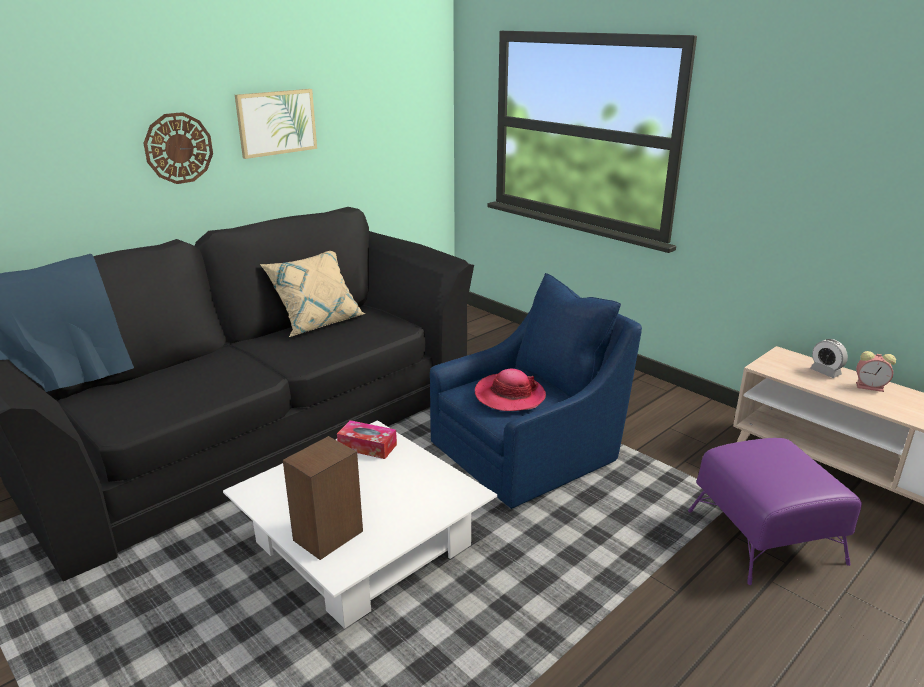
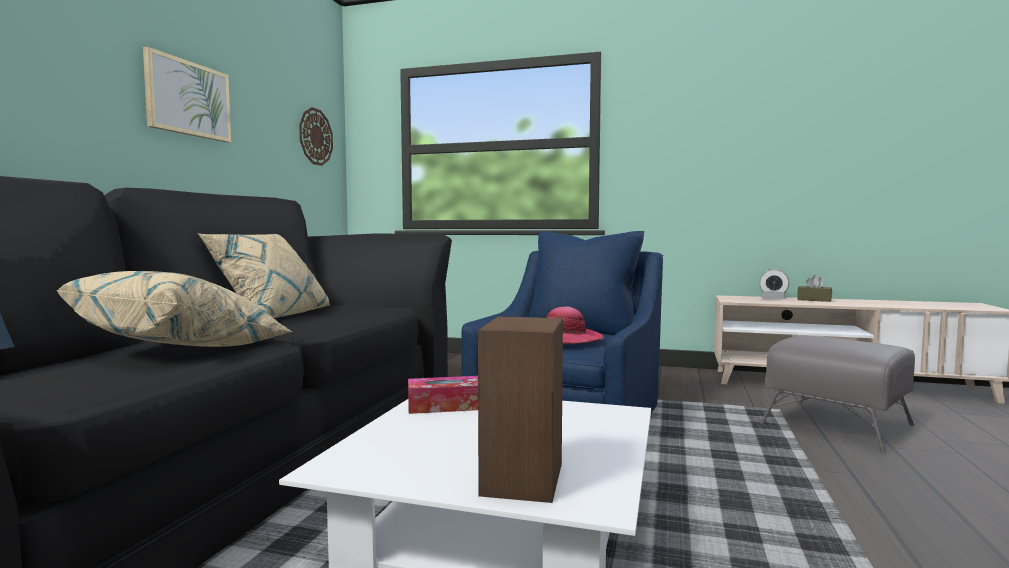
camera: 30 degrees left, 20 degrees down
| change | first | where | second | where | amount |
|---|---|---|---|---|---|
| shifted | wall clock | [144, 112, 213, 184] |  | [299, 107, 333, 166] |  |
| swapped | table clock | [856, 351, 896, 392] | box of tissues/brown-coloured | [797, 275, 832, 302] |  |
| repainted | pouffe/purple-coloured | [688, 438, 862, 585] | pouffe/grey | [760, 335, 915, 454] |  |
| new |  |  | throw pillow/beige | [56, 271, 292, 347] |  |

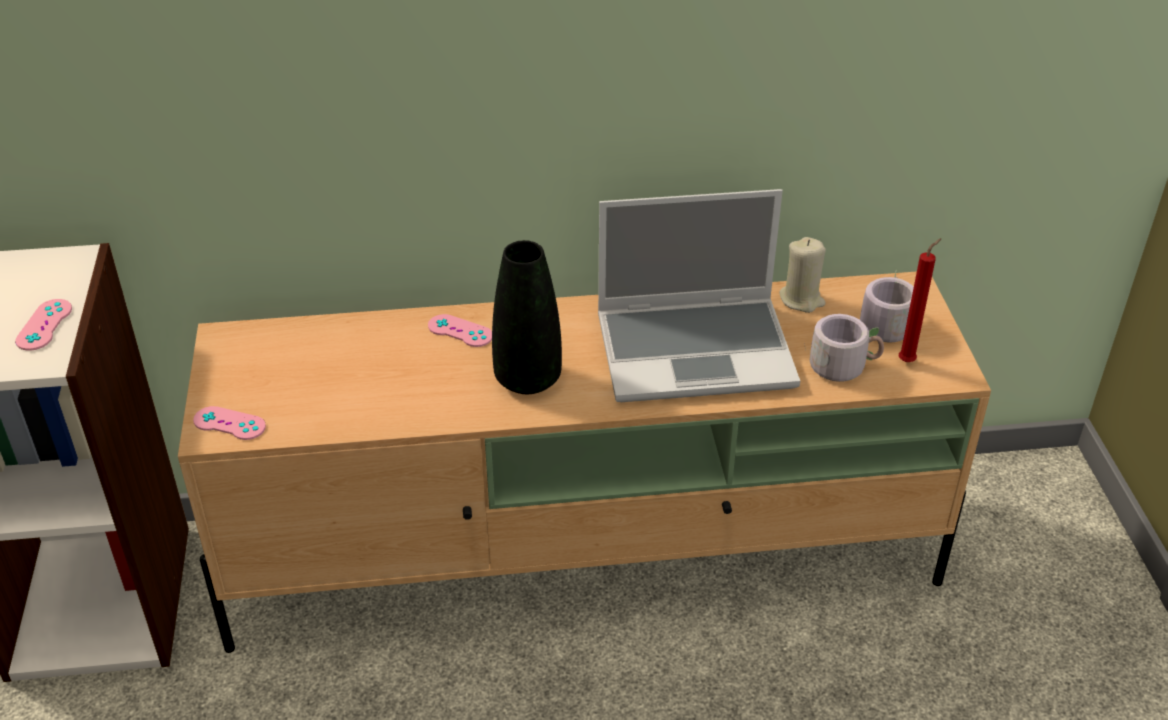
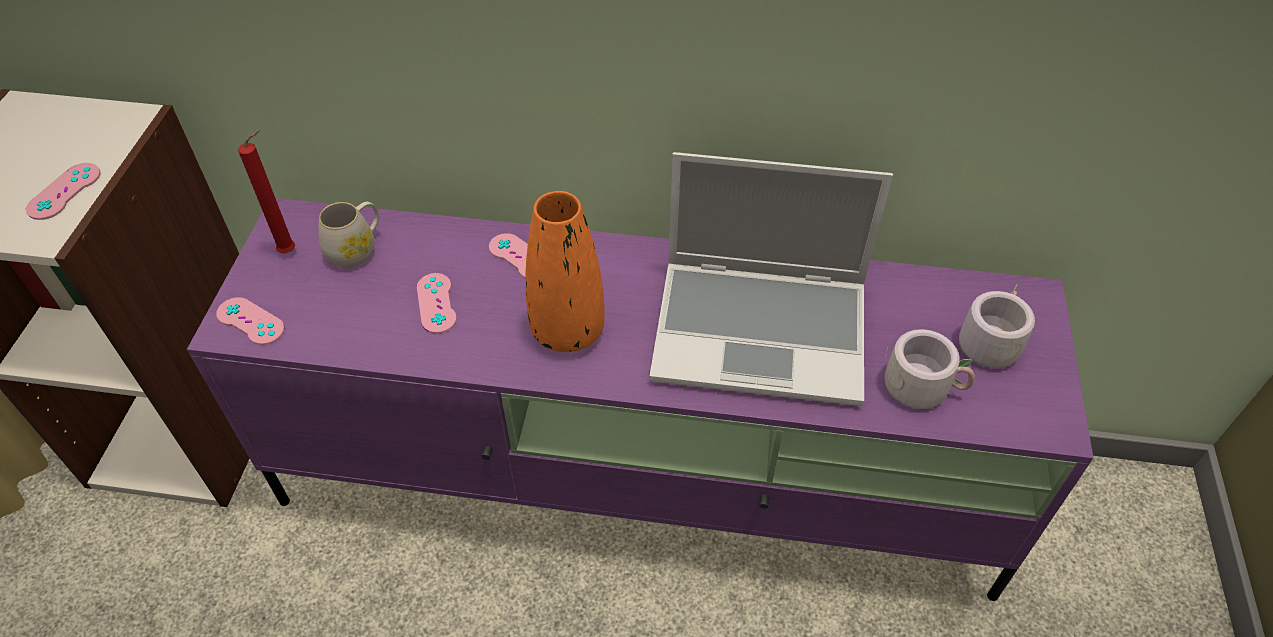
camera: 15 degrees right, 10 degrees up
| change | first | where | second | where | amount |
|---|---|---|---|---|---|
| gone | wax light/beige | [779, 237, 826, 313] |  |  |  |
| shifted | wax light/red-coloured | [899, 238, 941, 362] |  | [238, 130, 295, 253] |  |
| repainted | decorative vase/blackish | [492, 240, 562, 394] | decorative vase/orange | [525, 191, 605, 352] |  |
| repainted | tv unit/beige | [178, 272, 991, 653] | tv unit/purple-coloured | [187, 198, 1093, 601] |  |
| new |  |  | tea mug/whitish | [318, 202, 379, 268] |  |
| new |  |  | joypad/pinkish | [417, 273, 457, 334] |  |

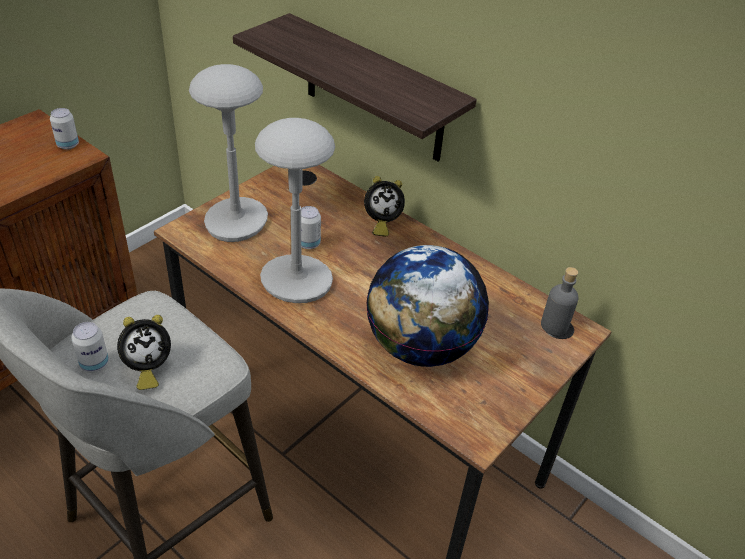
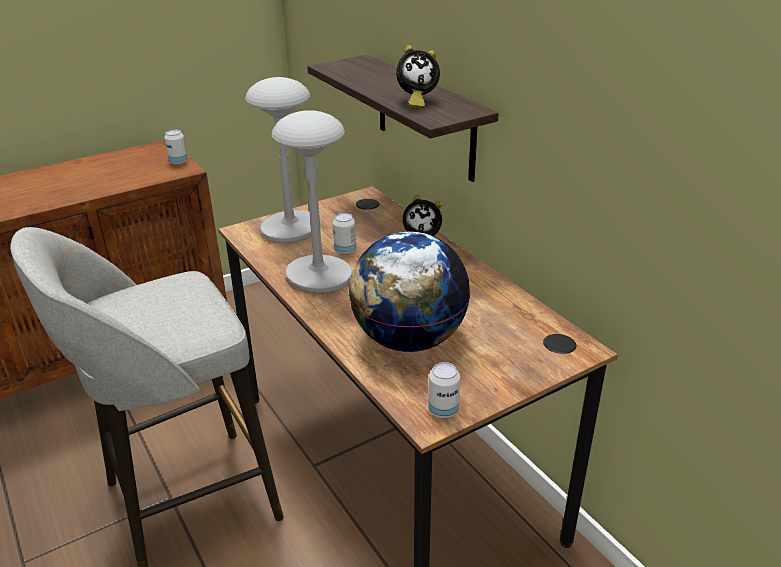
camera: 20 degrees right, 10 degrees down
| change | first | where | second | where | amount |
|---|---|---|---|---|---|
| gone | beverage bottle/grey | [541, 267, 579, 336] |  |  |  |
| shifted | table clock | [117, 315, 171, 390] |  | [396, 45, 440, 109] |  |
| shifted | metal can | [71, 322, 109, 372] |  | [428, 362, 460, 418] |  |

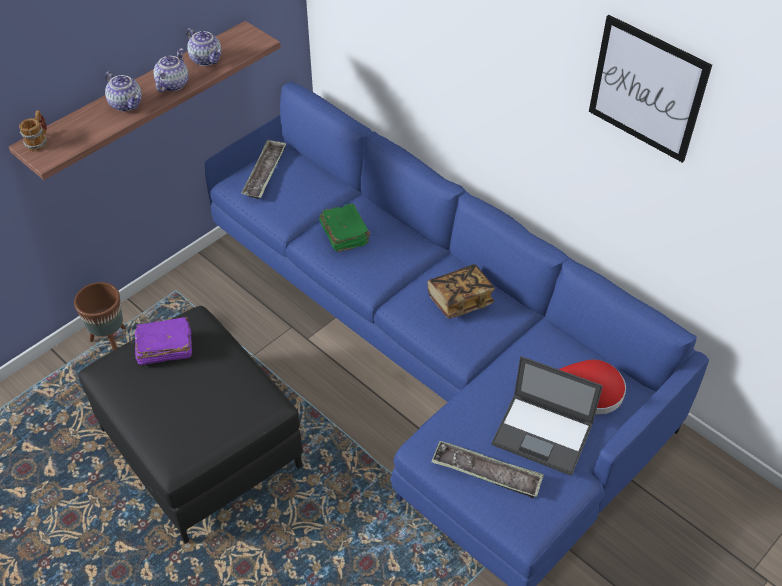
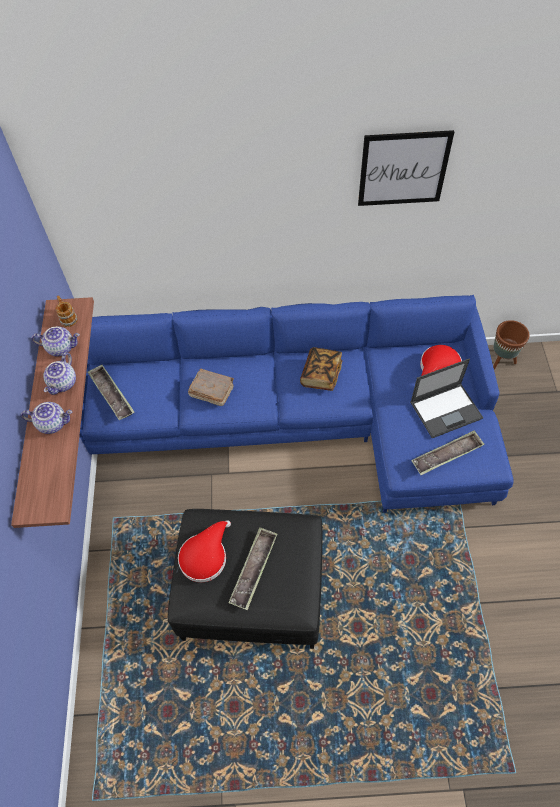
camera: 45 degrees left, 10 degrees up
| change | first | where | second | where | amount |
|---|---|---|---|---|---|
| rotated | tea pot | [153, 48, 189, 92] |  | [43, 353, 76, 395] | 135 degrees counterclockwise |
| shifted | tea mug | [19, 110, 47, 151] |  | [56, 295, 78, 327] |  |
| repainted | volume/green-coloured | [319, 203, 371, 252] | volume/brown-coloured | [188, 369, 234, 406] |  |
| shifted | flower pot/brown-coloured | [74, 282, 126, 351] |  | [493, 320, 529, 370] |  |
| swapped | volume/purple-coloured | [135, 317, 192, 365] | wearable hat/red-coloured | [178, 520, 231, 582] |  |
| new |  |  | carrying tray | [229, 527, 277, 610] |  |

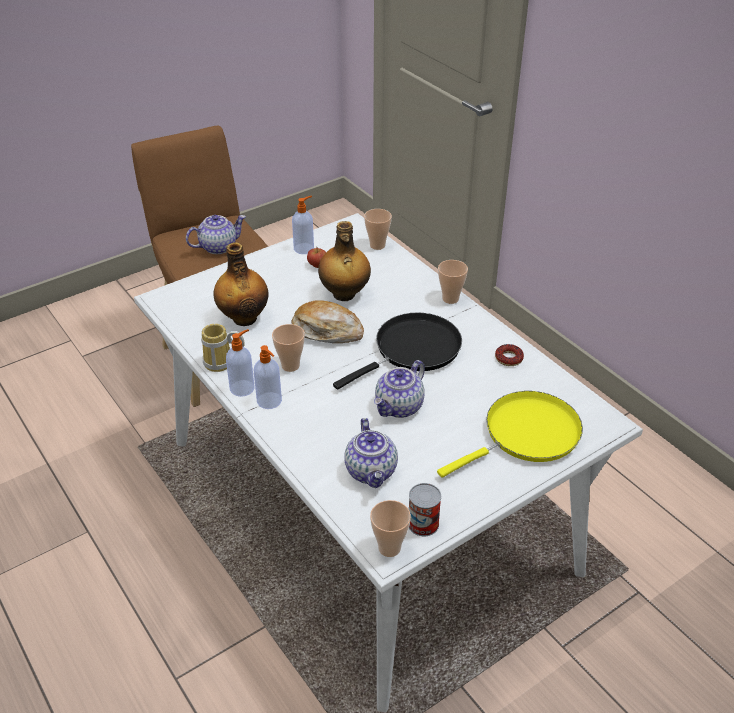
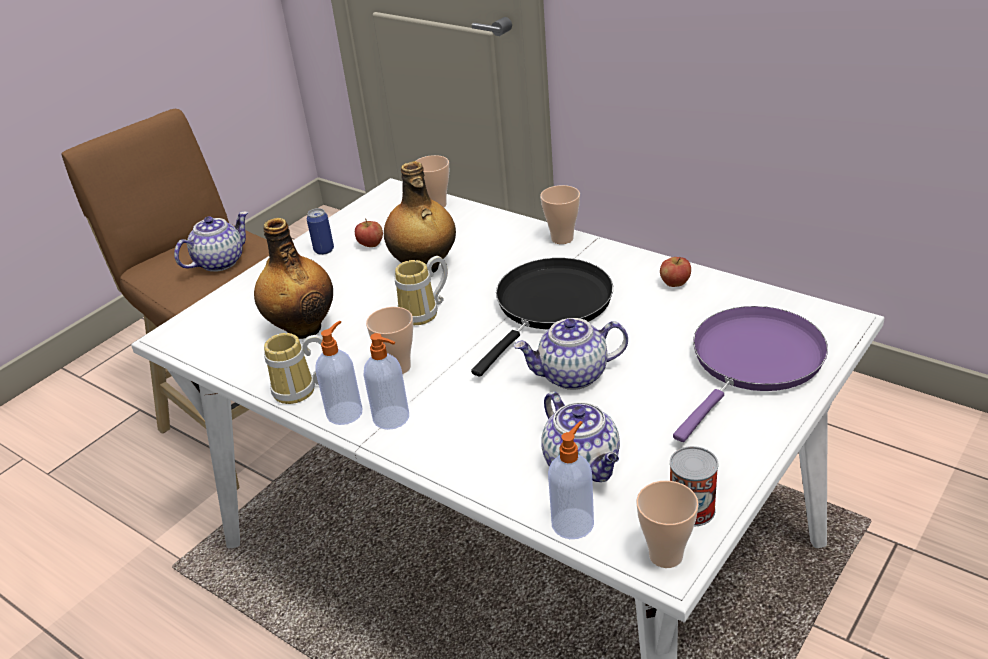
camera: 15 degrees left, 5 degrees down
| change | first | where | second | where | amount |
|---|---|---|---|---|---|
| shifted | liquid soap bottle | [292, 196, 314, 254] |  | [548, 421, 594, 539] |  |
| swapped | bakery bread | [292, 300, 364, 343] | tea mug | [395, 256, 448, 325] |  |
| swapped | doughnut | [495, 344, 524, 366] | whole apple | [660, 257, 691, 287] |  |
| rotated | tea pot | [374, 360, 425, 418] |  | [514, 318, 628, 390] | 60 degrees clockwise |
| repainted | frying pan/yellow | [437, 391, 583, 478] | frying pan/purple-coloured | [673, 306, 828, 442] |  |
| new |  |  | metal can | [307, 208, 334, 255] |  |

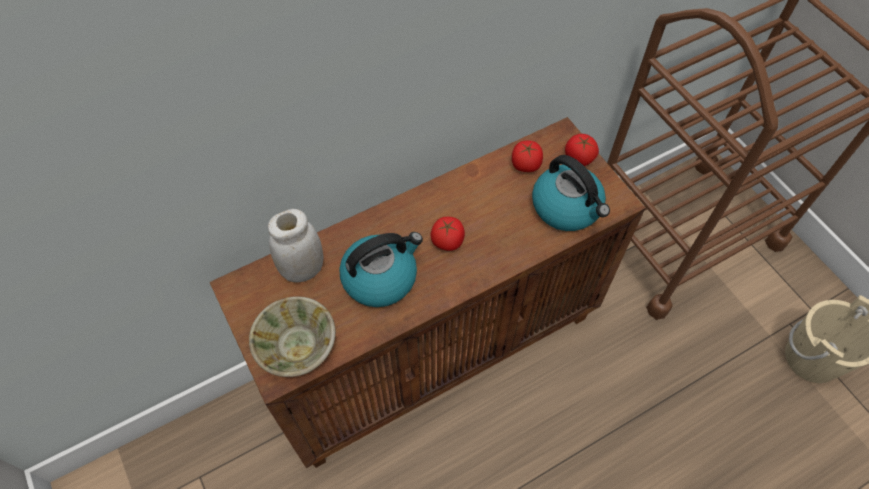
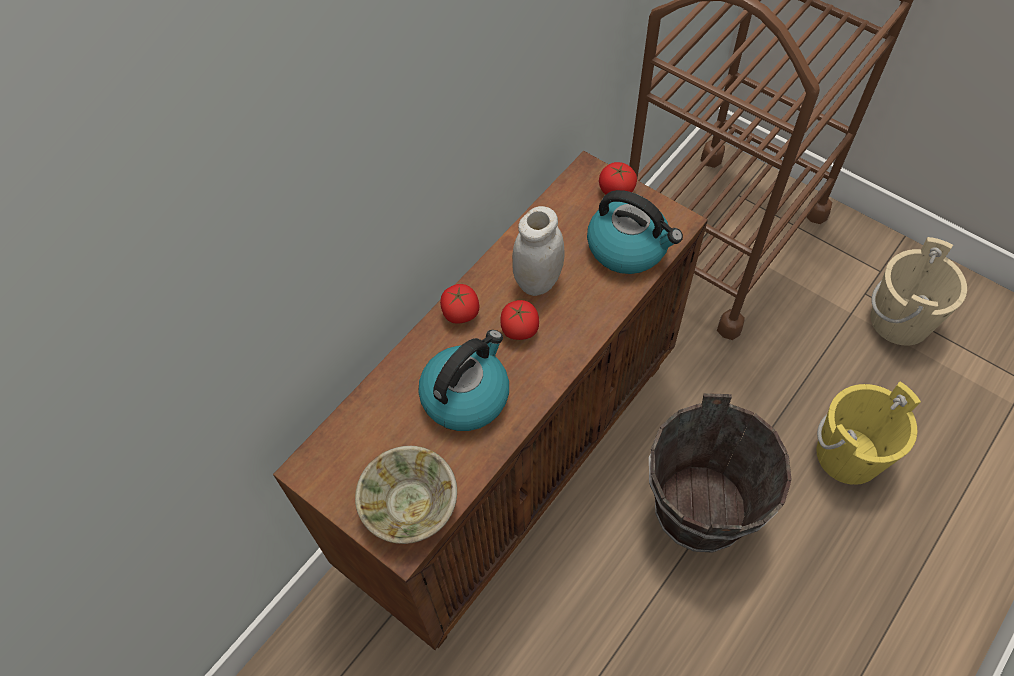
camera: 20 degrees left, 0 degrees up
| change | first | where | second | where | amount |
|---|---|---|---|---|---|
| shifted | tomato | [512, 140, 543, 172] |  | [440, 284, 479, 324] |  |
| shifted | preserve jar/whitish | [268, 209, 324, 283] |  | [512, 206, 565, 296] |  |
| new |  |  | bucket/yellow | [817, 381, 921, 485] |  |
| new |  |  | bucket/brown-coloured | [649, 393, 792, 553] |  |

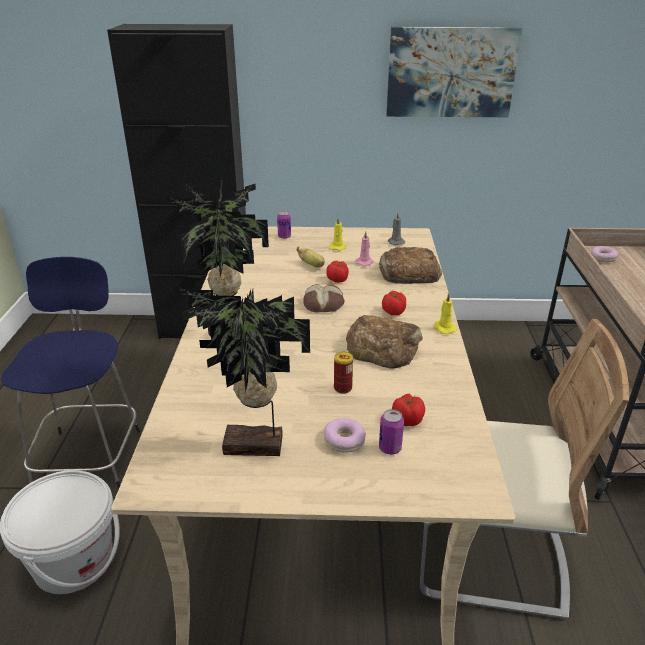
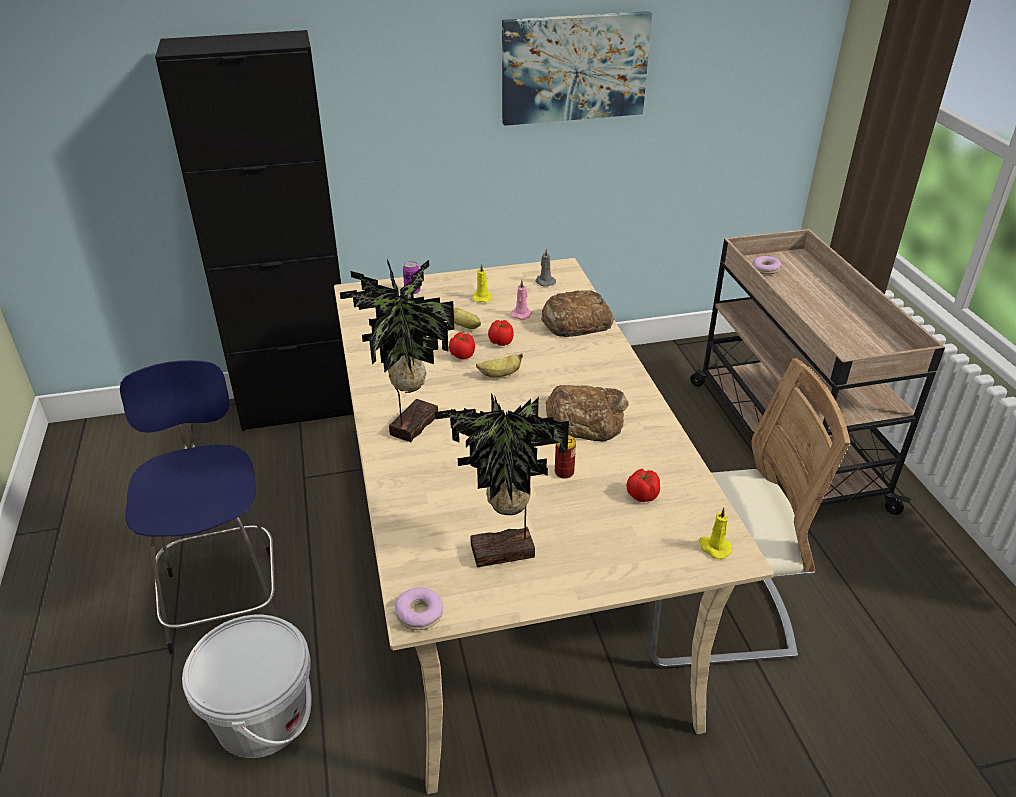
camera: 15 degrees left, 5 degrees up
| change | first | where | second | where | amount |
|---|---|---|---|---|---|
| swapped | bakery bread | [303, 284, 345, 313] | whole banana | [476, 353, 523, 378] |  |
| shifted | tomato | [382, 291, 406, 315] |  | [449, 333, 475, 359] |  |
| shifted | wax light/yellow | [433, 293, 457, 334] |  | [699, 508, 732, 559] |  |
| gone | metal can | [379, 409, 404, 455] |  |  |  |
| shifted | doughnut | [324, 418, 366, 453] |  | [395, 587, 443, 630] |  |

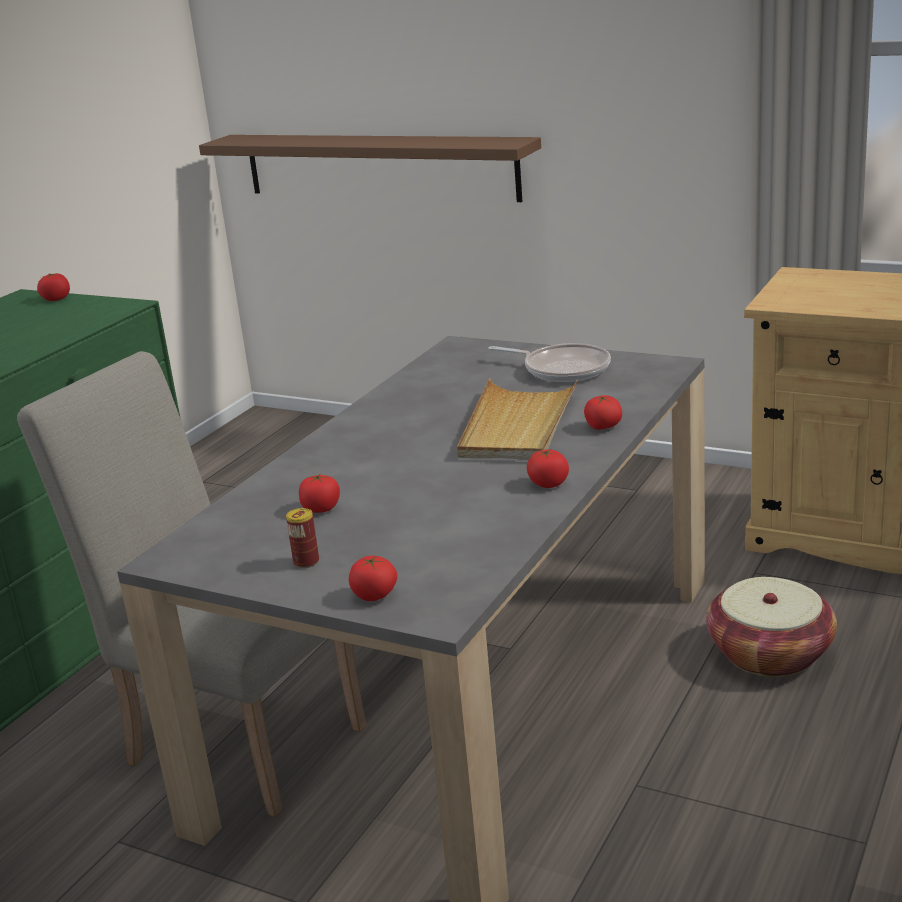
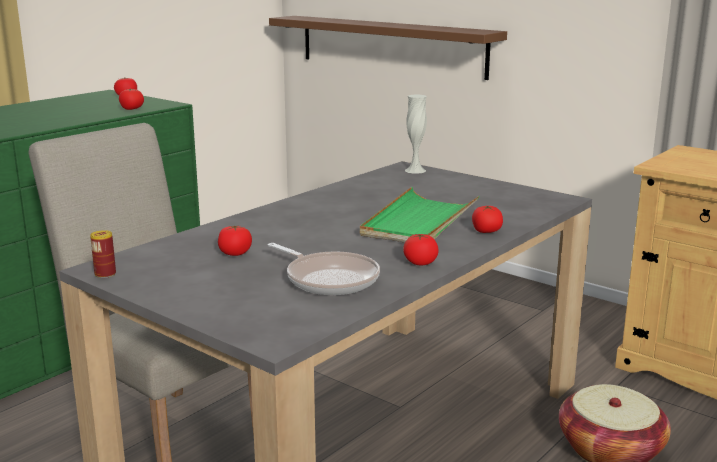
camera: 10 degrees right, 5 degrees down
| change | first | where | second | where | amount |
|---|---|---|---|---|---|
| shifted | frying pan | [489, 343, 611, 382] |  | [268, 243, 380, 295] |  |
| repainted | carrying tray/beige | [457, 378, 578, 460] | carrying tray/green-coloured | [360, 187, 479, 243] |  |
| shifted | metal can | [286, 508, 319, 568] |  | [90, 230, 116, 278] |  |
| shifted | tomato | [349, 555, 397, 601] |  | [119, 88, 144, 110] |  |
| new |  |  | decorative vase/whitish | [405, 94, 427, 174] |  |

